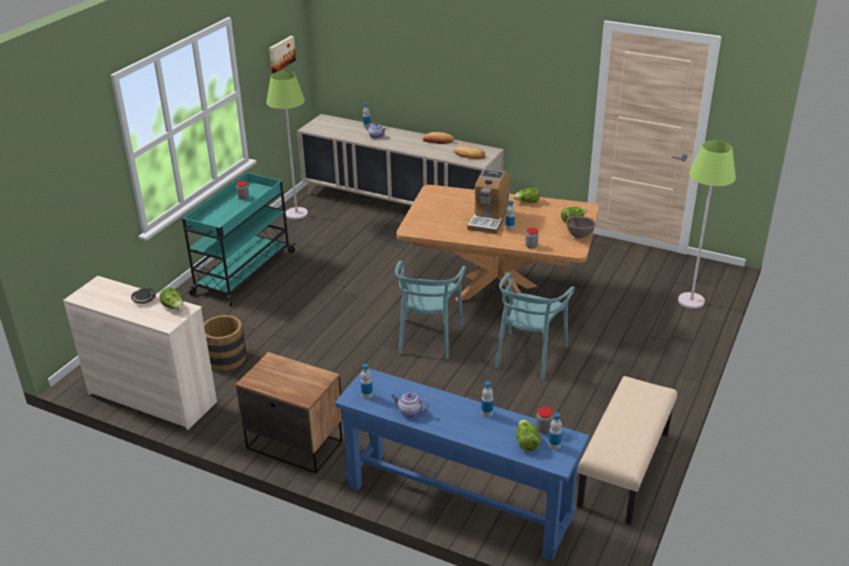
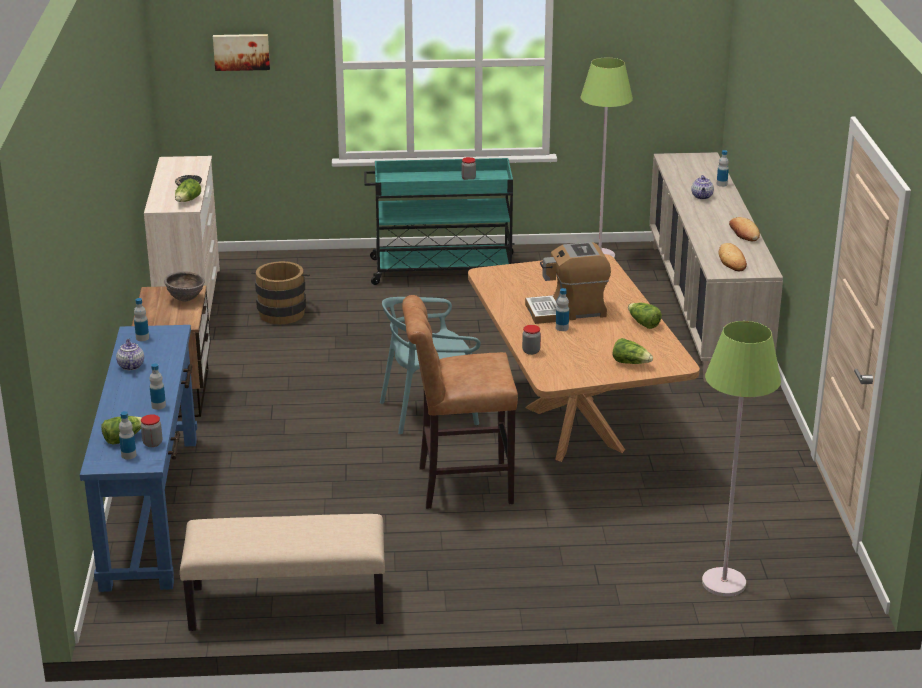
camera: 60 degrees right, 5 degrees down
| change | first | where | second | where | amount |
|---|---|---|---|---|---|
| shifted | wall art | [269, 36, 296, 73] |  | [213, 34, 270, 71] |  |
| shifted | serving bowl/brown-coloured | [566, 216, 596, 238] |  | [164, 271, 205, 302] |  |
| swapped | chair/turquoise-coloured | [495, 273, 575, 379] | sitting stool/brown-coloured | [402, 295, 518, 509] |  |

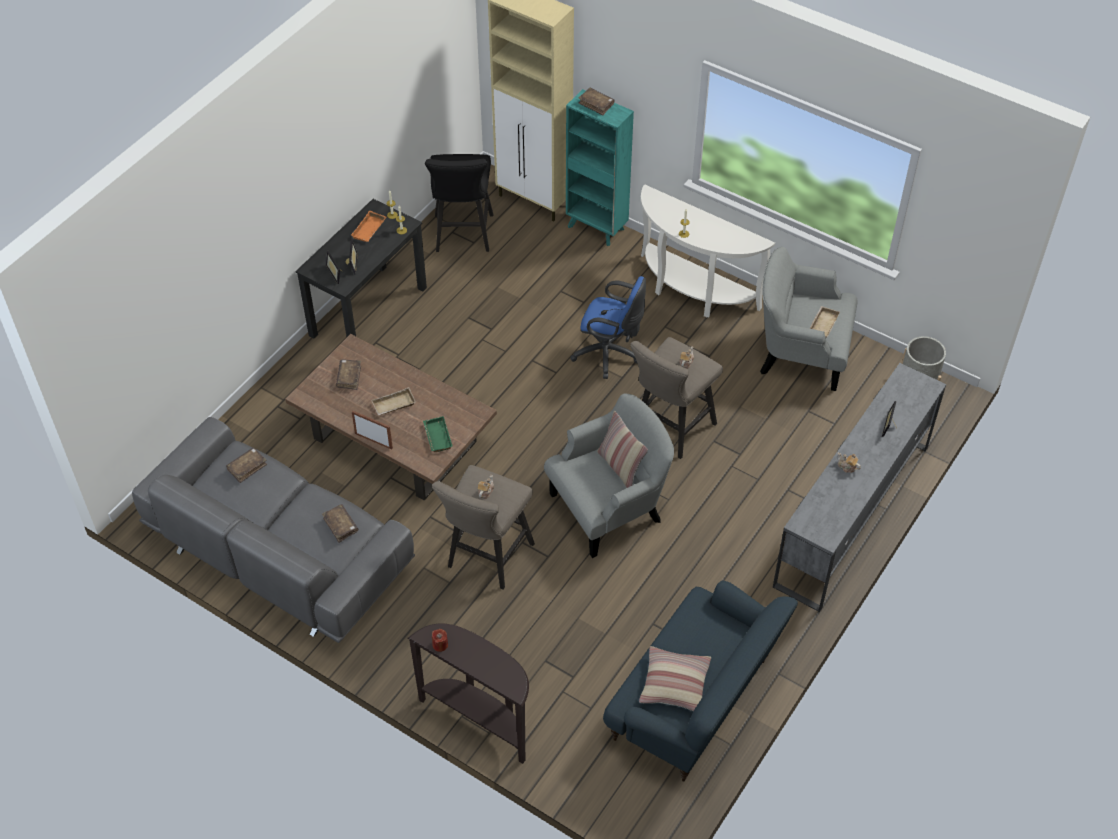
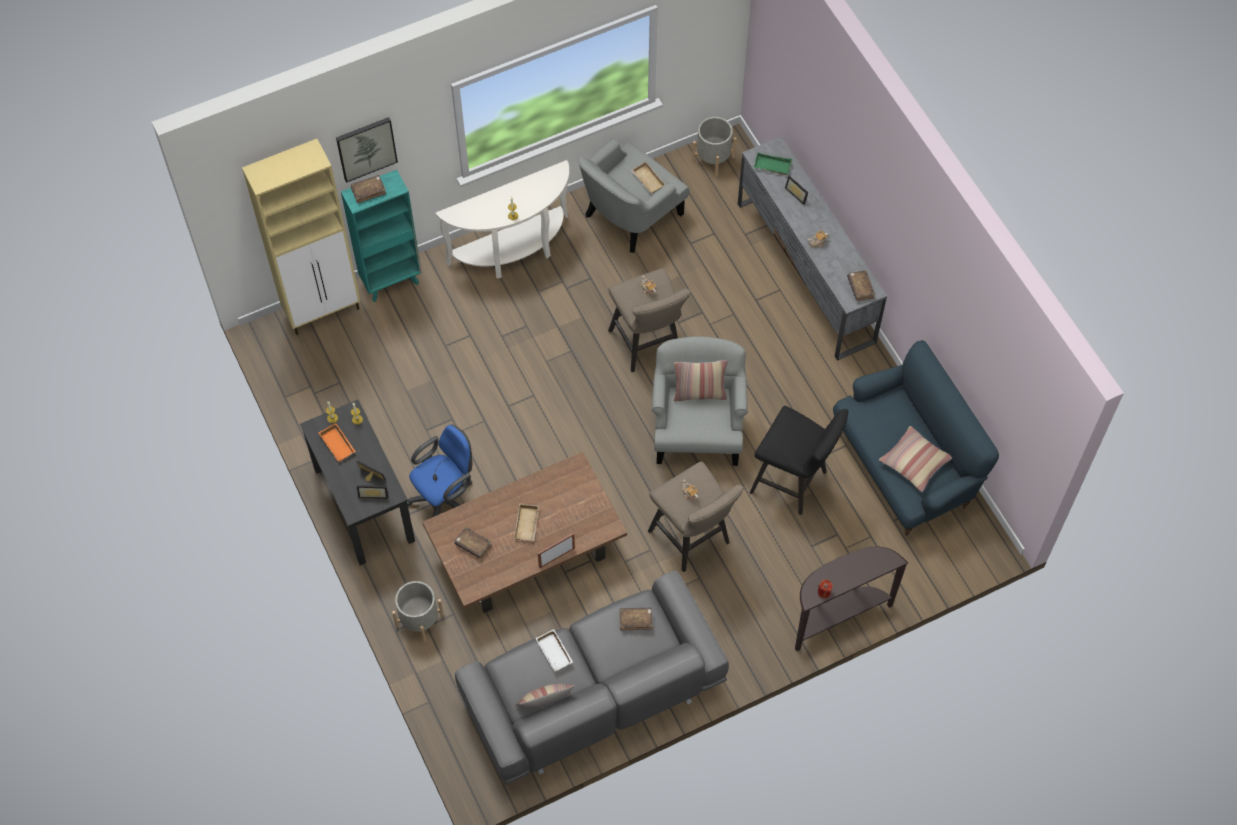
camera: 60 degrees left, 10 degrees up
| change | first | where | second | where | amount |
|---|---|---|---|---|---|
| shifted | sitting stool/blackish | [425, 154, 493, 252] |  | [750, 406, 849, 515] |  |
| shifted | desk chair/blue | [570, 276, 646, 379] |  | [407, 424, 472, 517] |  |
| shifted | carrying tray/green-coloured | [423, 416, 452, 452] |  | [753, 152, 792, 175] |  |
| shifted | volume/brown-coloured | [226, 448, 267, 483] |  | [847, 270, 875, 301] |  |
| new |  |  | wall art | [336, 117, 398, 183] |  |
| new |  |  | flower pot/grey | [392, 581, 444, 642] |  |
| new |  |  | carrying tray/whitish | [536, 629, 573, 672] |  |
| new |  |  | throw pillow | [515, 684, 575, 709] |  |

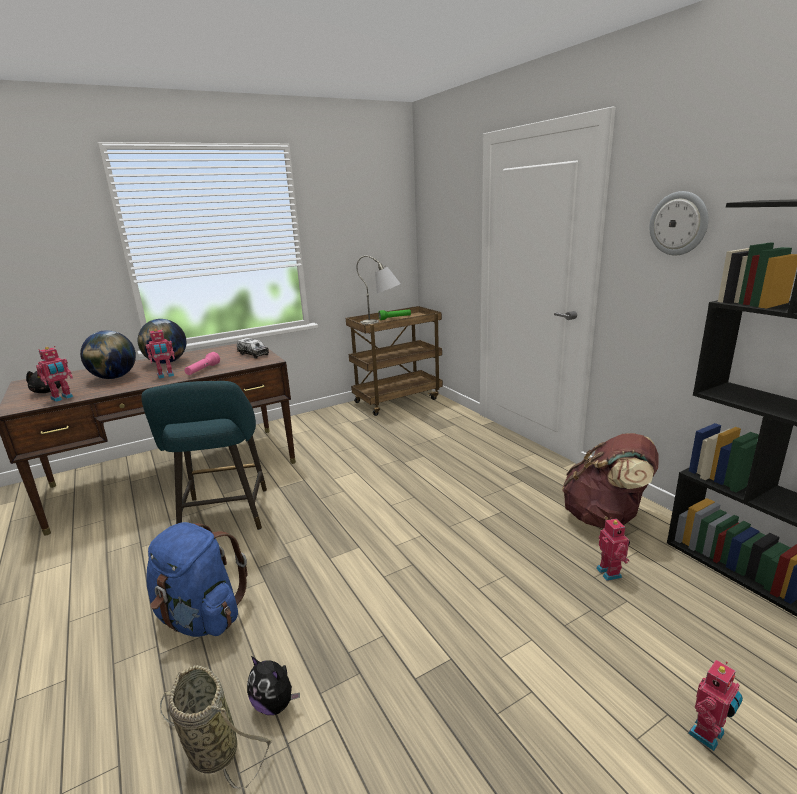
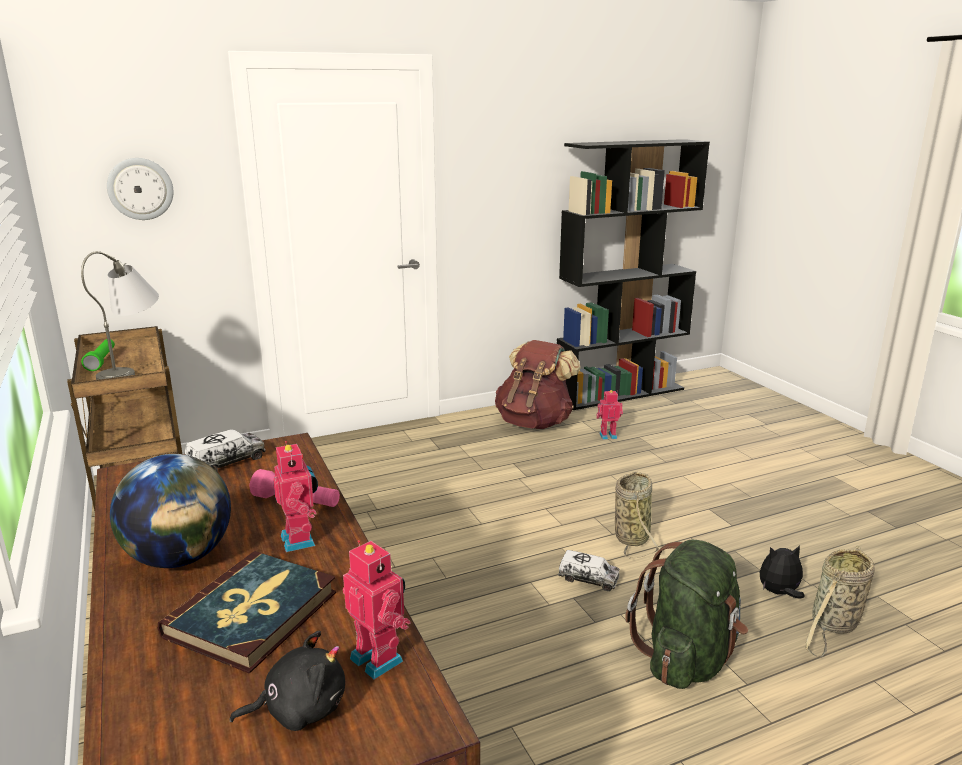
camera: 85 degrees left, 0 degrees up
| change | first | where | second | where | amount |
|---|---|---|---|---|---|
| shifted | wall clock | [649, 191, 709, 255] |  | [107, 158, 174, 220] |  |
| swapped | globe | [80, 330, 136, 379] | volume | [158, 551, 336, 673] |  |
| gone | sitting stool/turquoise-coloured | [141, 381, 267, 530] |  |  |  |
| repainted | rucksack/blue | [146, 522, 248, 637] | rucksack/green-coloured | [625, 539, 748, 689] |  |
| rotated | plush toy | [247, 656, 300, 715] |  | [760, 545, 805, 599] | 135 degrees counterclockwise |
| gone | robot figure | [688, 660, 743, 751] |  |  |  |
| new |  |  | basket | [615, 472, 660, 558] |  |
| new |  |  | toy truck | [558, 550, 620, 591] |  |

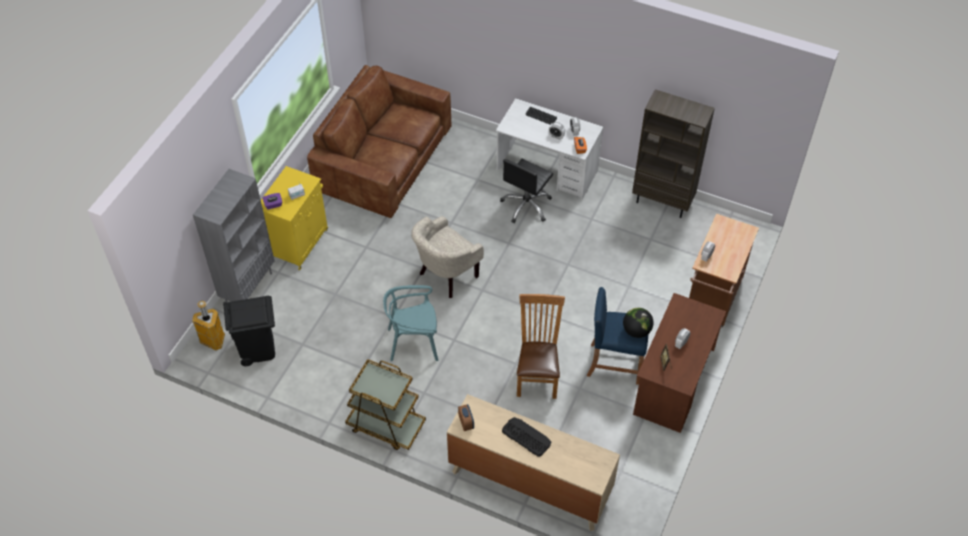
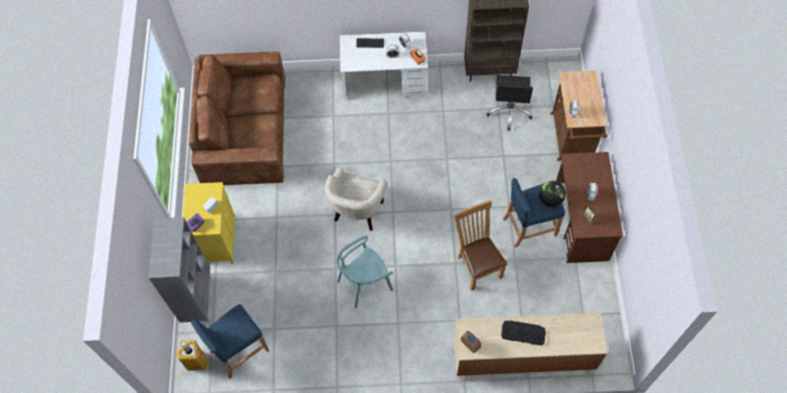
camera: 25 degrees left, 10 degrees up
| change | first | where | second | where | amount |
|---|---|---|---|---|---|
| shifted | desk chair/blackish | [500, 159, 553, 223] |  | [486, 75, 533, 131] |  |
| swapped | waste bin/blackish | [223, 296, 275, 366] | sitting stool/blue | [191, 304, 269, 379] |  |
| gone | trolley/brown-coloured | [345, 359, 426, 450] |  |  |  |

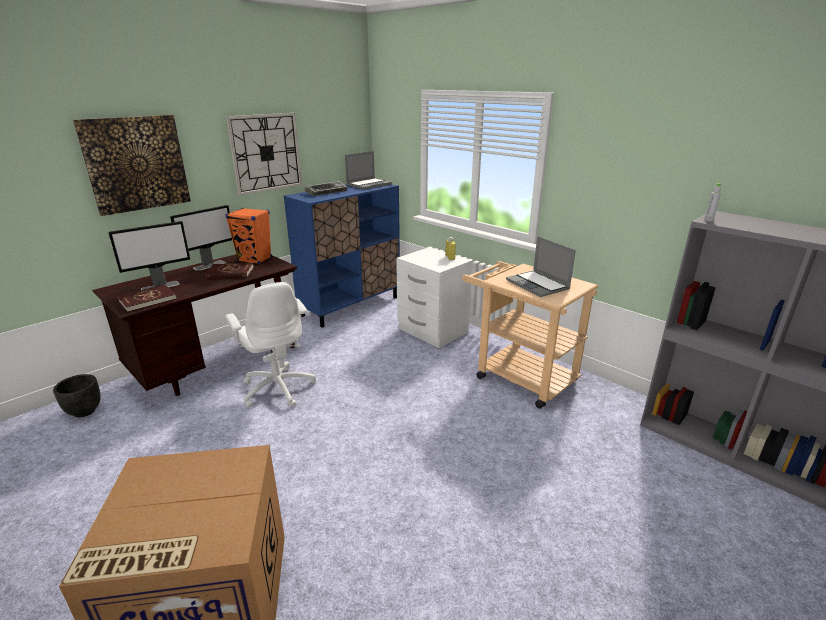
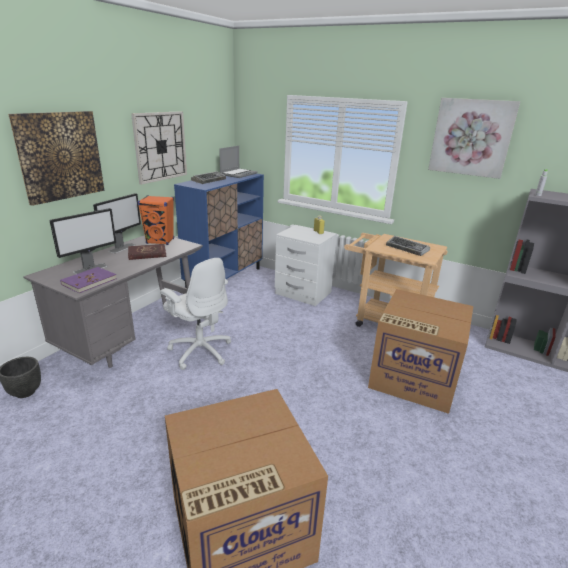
camera: 15 degrees left, 0 degrees up
| change | first | where | second | where | amount |
|---|---|---|---|---|---|
| swapped | notebook computer | [506, 236, 576, 297] | PC keyboard | [386, 236, 430, 256] |  |
| repainted | desk/brown-coloured | [92, 254, 297, 396] | desk/grey | [23, 235, 203, 368] |  |
| repainted | volume/red-coloured | [117, 285, 177, 312] | volume/purple-coloured | [60, 267, 117, 293] |  |
| new |  |  | wall art | [428, 98, 520, 179] |  |
| new |  |  | packing box | [368, 289, 473, 414] |  |

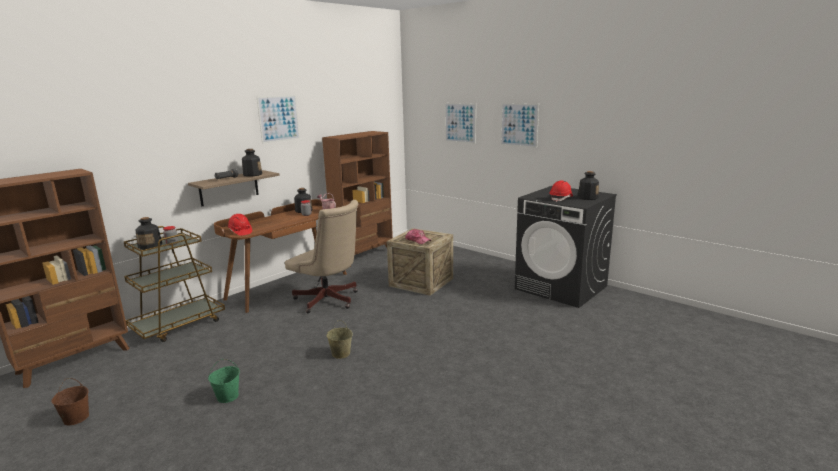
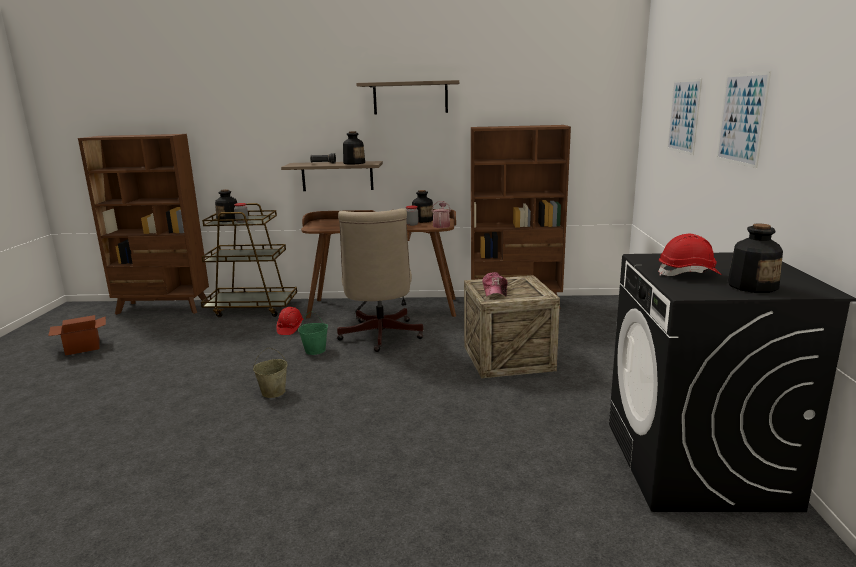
camera: 50 degrees right, 0 degrees up
| change | first | where | second | where | amount |
|---|---|---|---|---|---|
| swapped | wall art | [257, 95, 300, 144] | shelf | [356, 80, 459, 114] |  |
| shifted | safety helmet/red-coloured | [227, 214, 252, 236] |  | [276, 307, 303, 335] |  |
| shifted | bucket/green-coloured | [208, 359, 240, 403] |  | [298, 311, 328, 355] |  |
| swapped | bucket/brown-coloured | [51, 378, 89, 425] | packing box | [48, 315, 106, 355] |  |

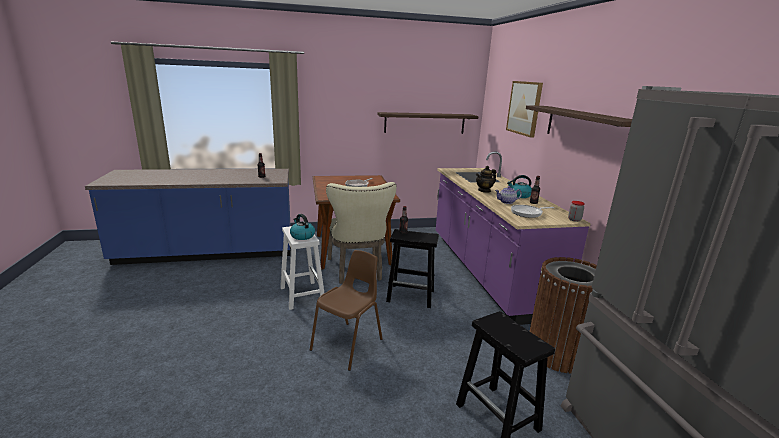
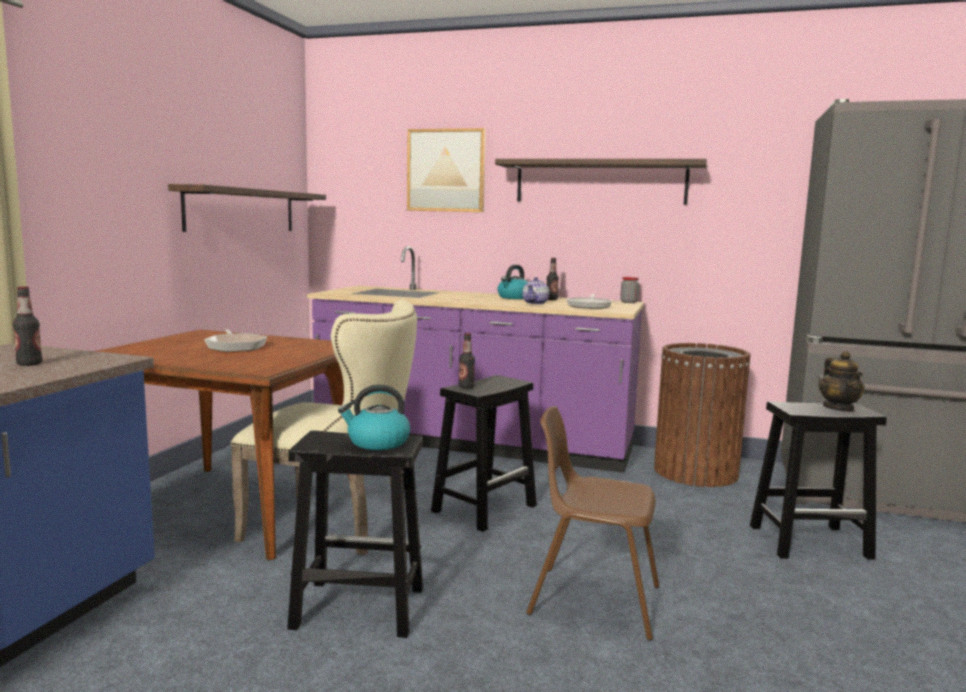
camera: 60 degrees left, 10 degrees down
| change | first | where | second | where | amount |
|---|---|---|---|---|---|
| shifted | tea pot | [476, 166, 496, 193] |  | [819, 351, 864, 412] |  |
| repainted | sitting stool/whitish | [280, 226, 324, 310] | sitting stool/blackish | [287, 430, 423, 638] |  |
| rotated | chair/brown-coloured | [310, 250, 383, 371] |  | [526, 406, 660, 641] | 45 degrees counterclockwise |

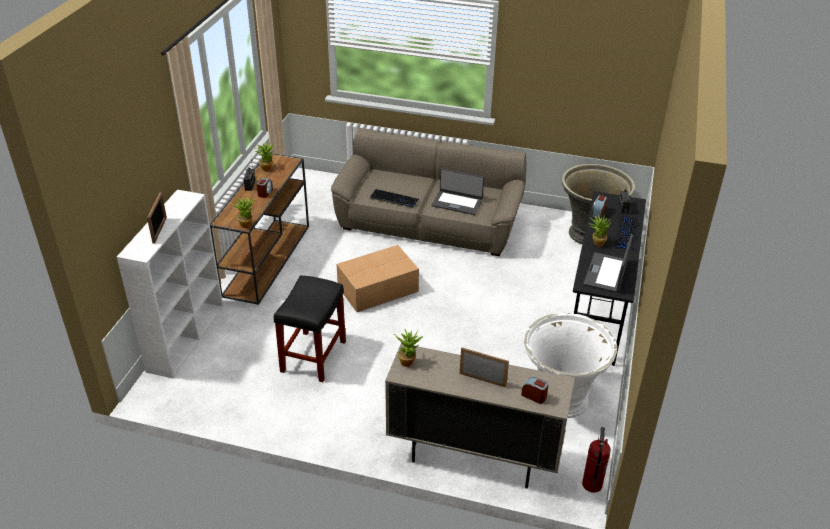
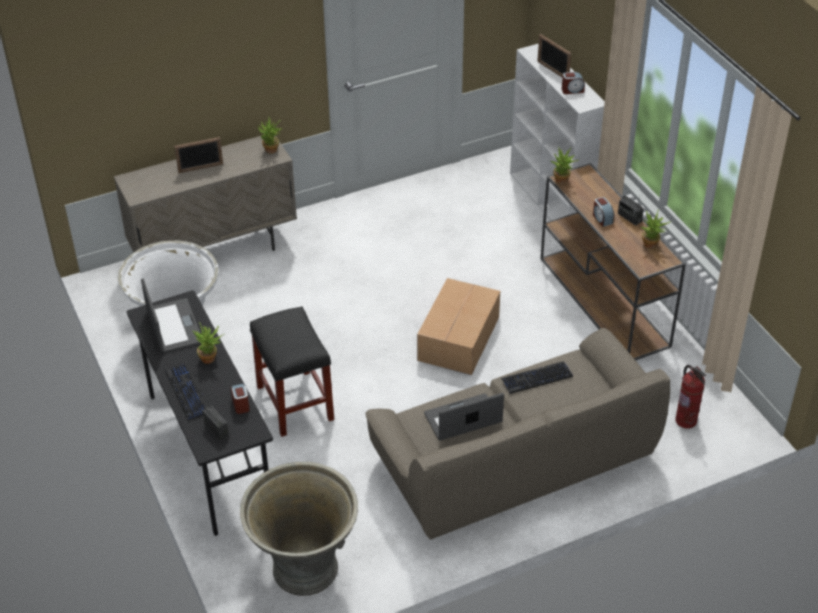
camera: 140 degrees right, 5 degrees up
| change | first | where | second | where | amount |
|---|---|---|---|---|---|
| shifted | sitting stool/blackish | [274, 275, 346, 382] |  | [250, 306, 334, 437] |  |
| shifted | table clock | [521, 377, 549, 404] |  | [562, 72, 585, 94] |  |
| shifted | extinguisher | [582, 427, 611, 493] |  | [675, 365, 706, 429] |  |

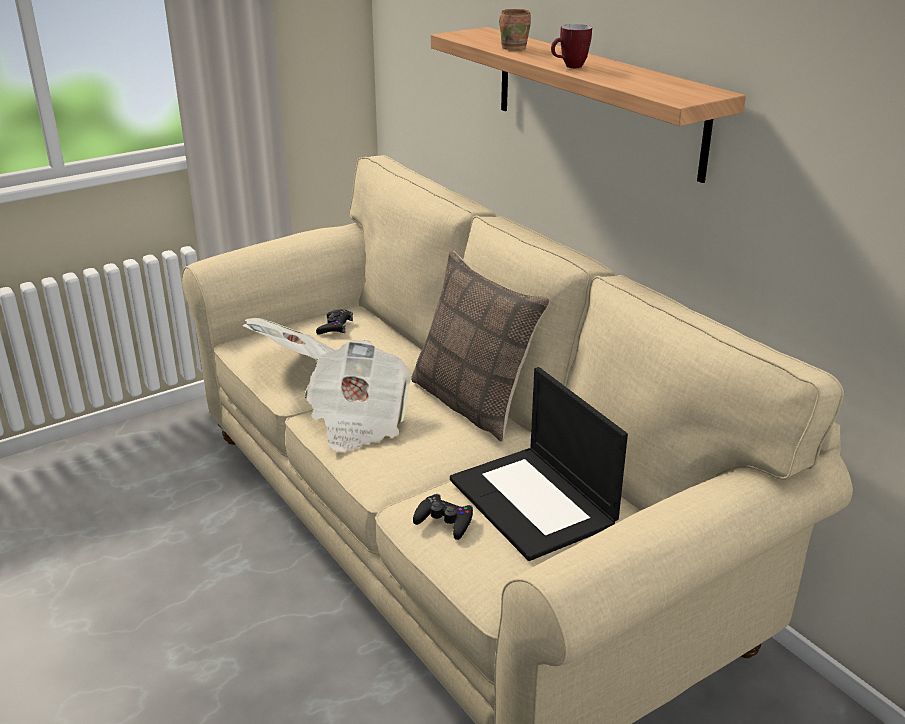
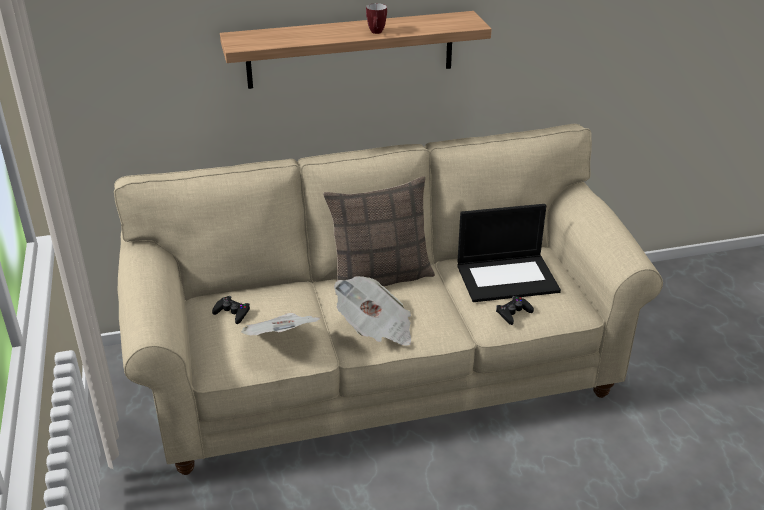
camera: 70 degrees left, 5 degrees up
| change | first | where | second | where | amount |
|---|---|---|---|---|---|
| gone | tea mug/brown-coloured | [499, 9, 531, 50] |  |  |  |

